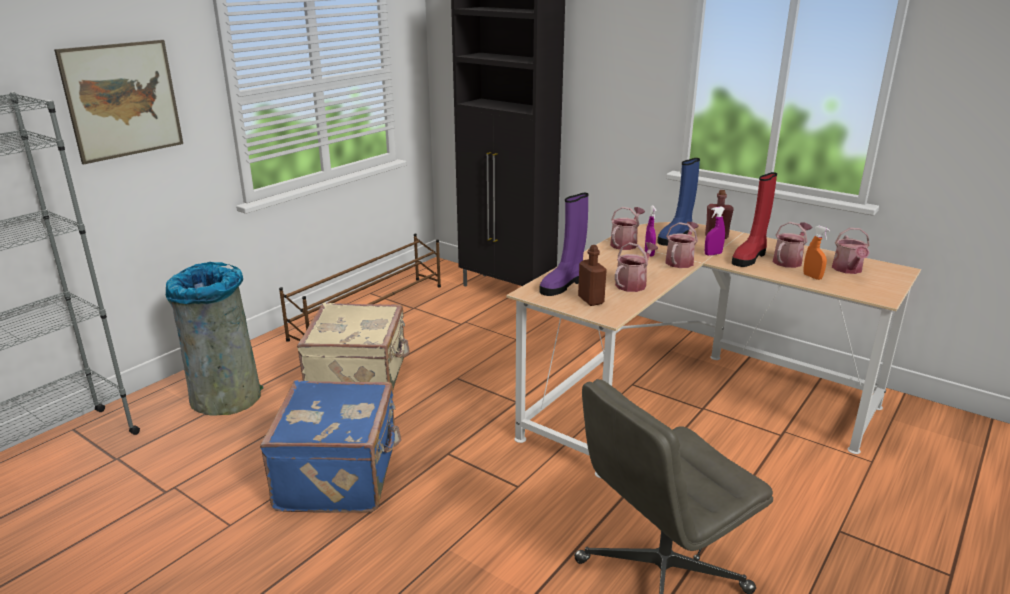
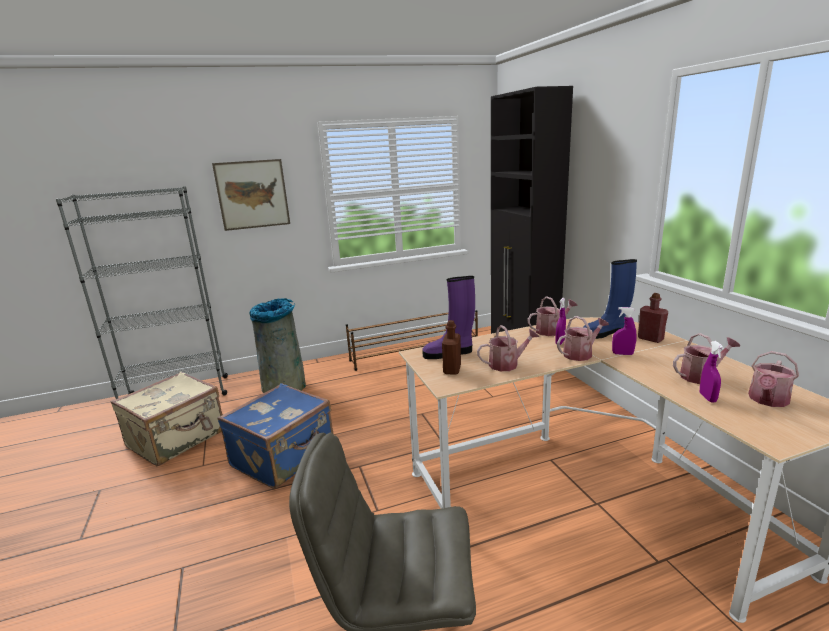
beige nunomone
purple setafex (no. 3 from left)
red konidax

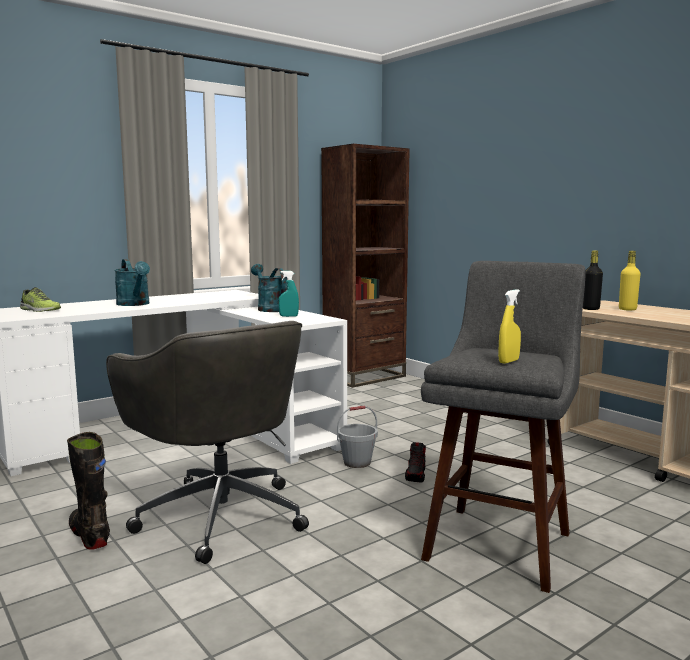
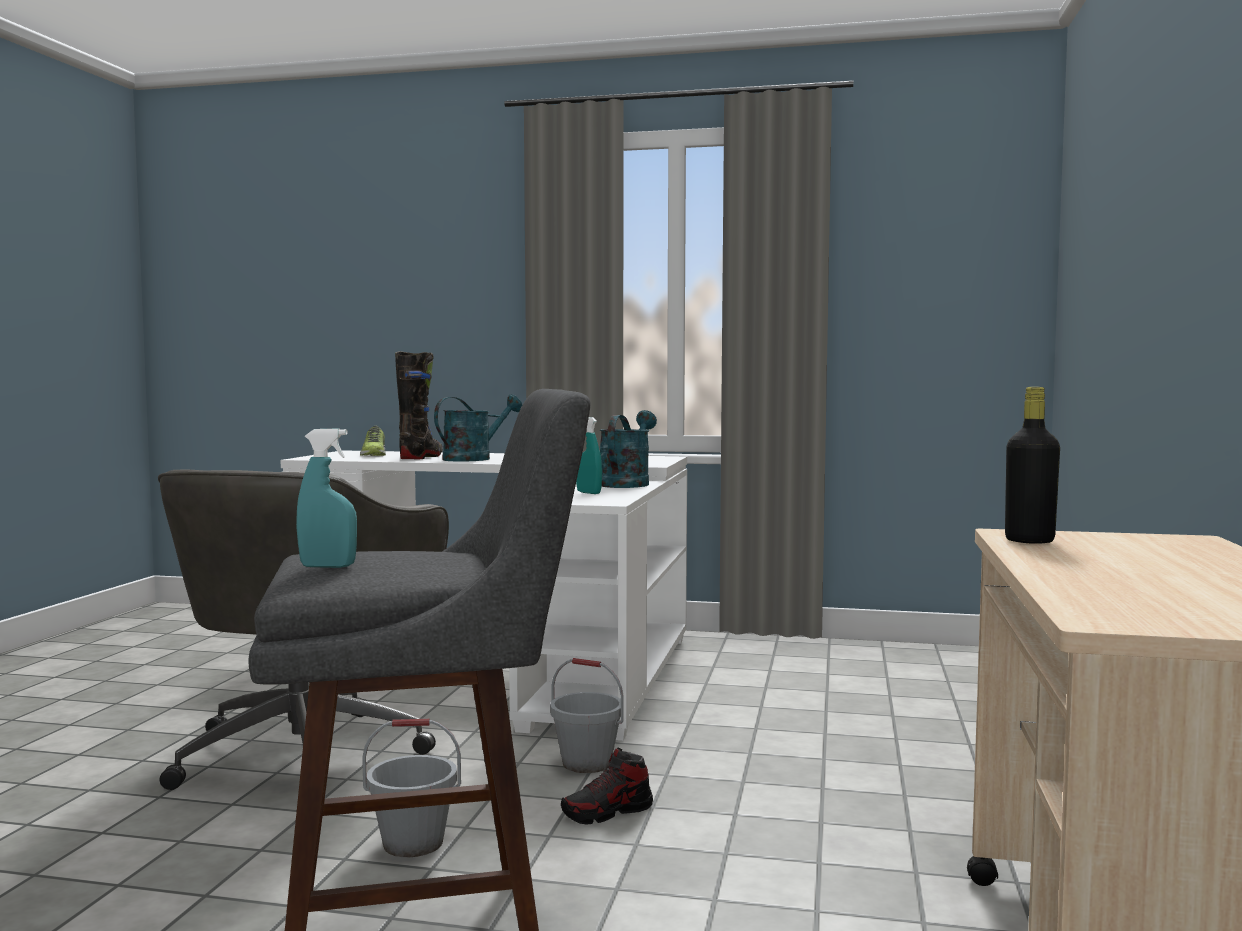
turquoise setafex (no. 1 from left)
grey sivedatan (no. 1 from left)
black konidax
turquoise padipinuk (no. 1 from left)
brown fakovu
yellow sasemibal

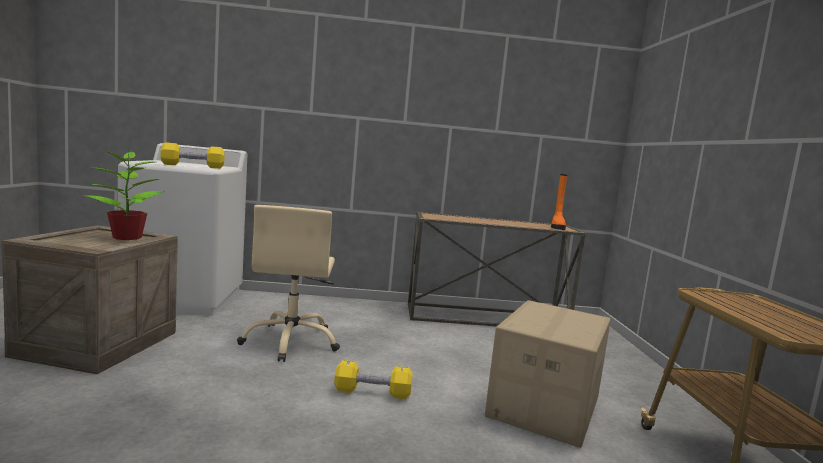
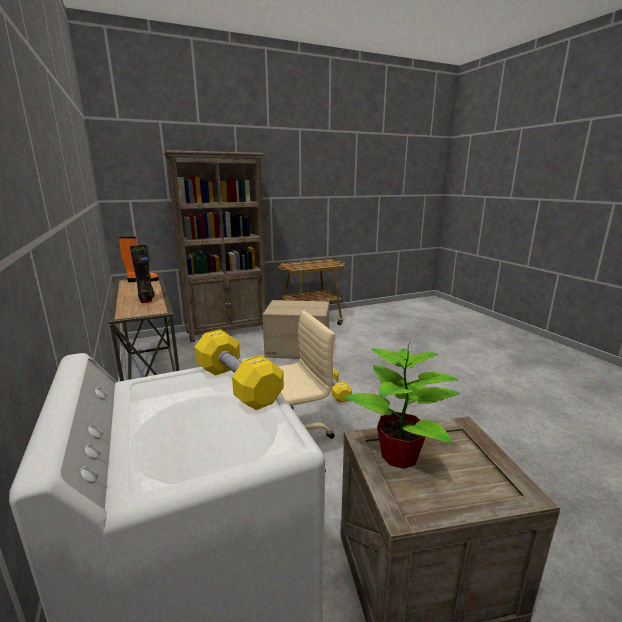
black konidax
brown fakovu

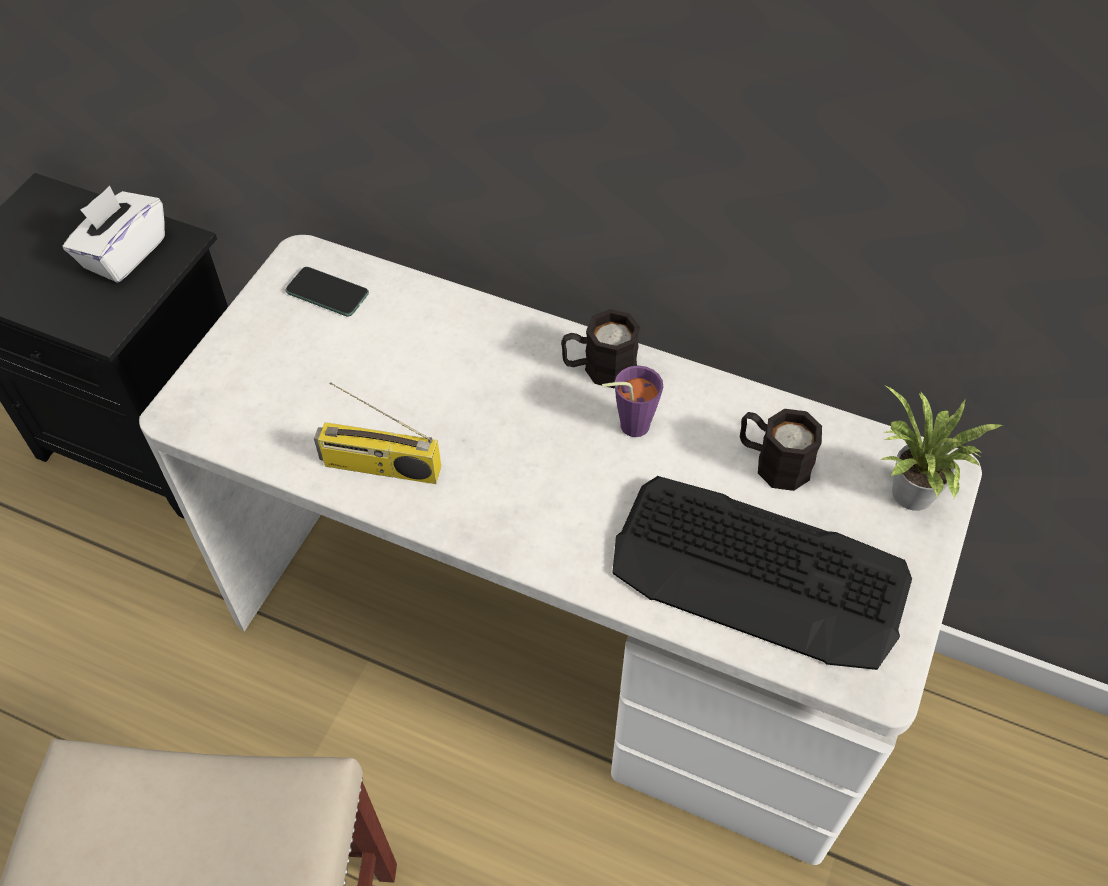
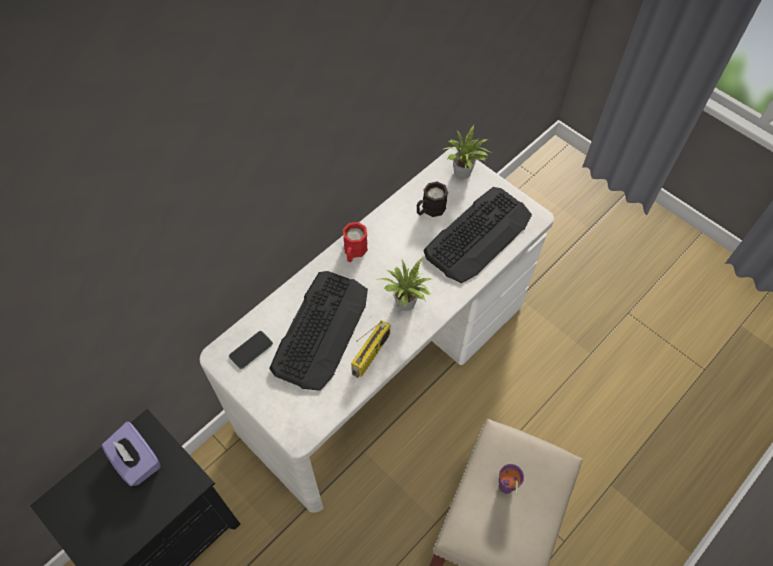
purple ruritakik
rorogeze (no. 1 from left)
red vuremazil
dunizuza (no. 1 from left)
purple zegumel

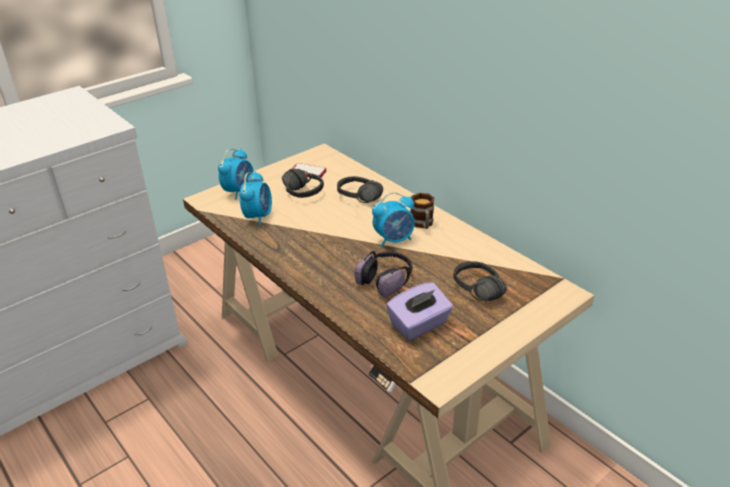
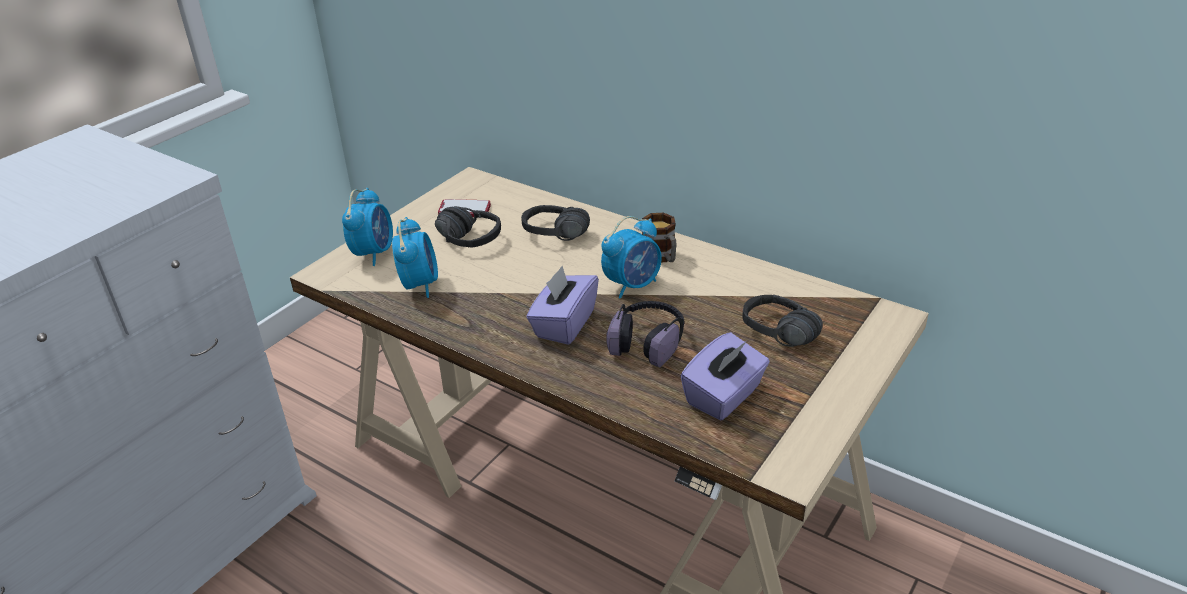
purple ruritakik (no. 1 from left)

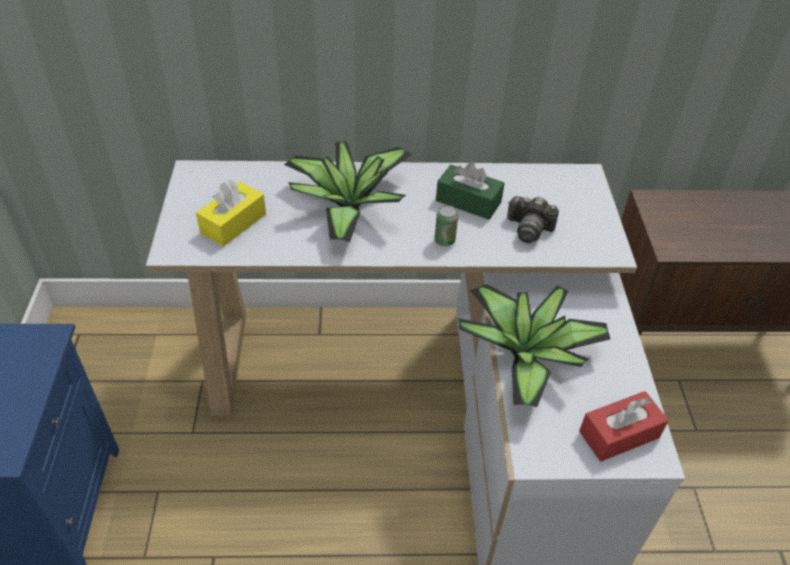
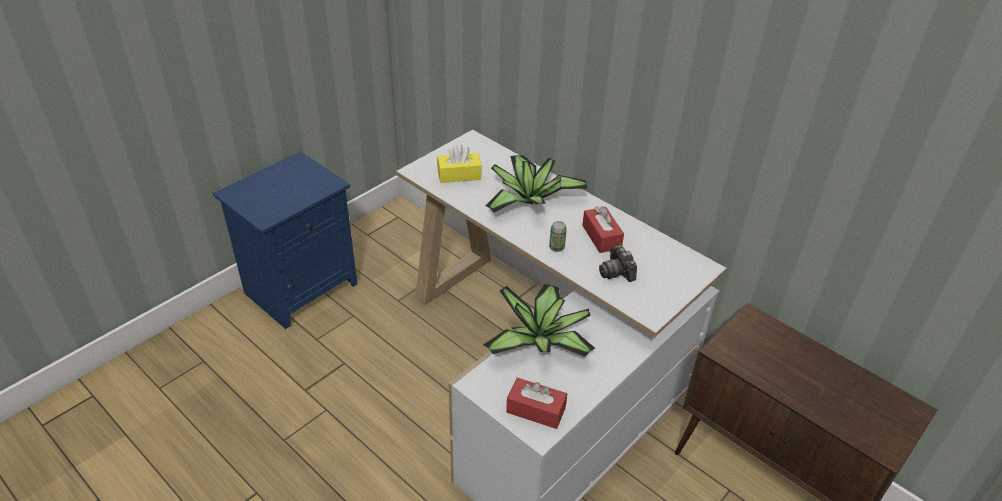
red ruritakik (no. 2 from left)

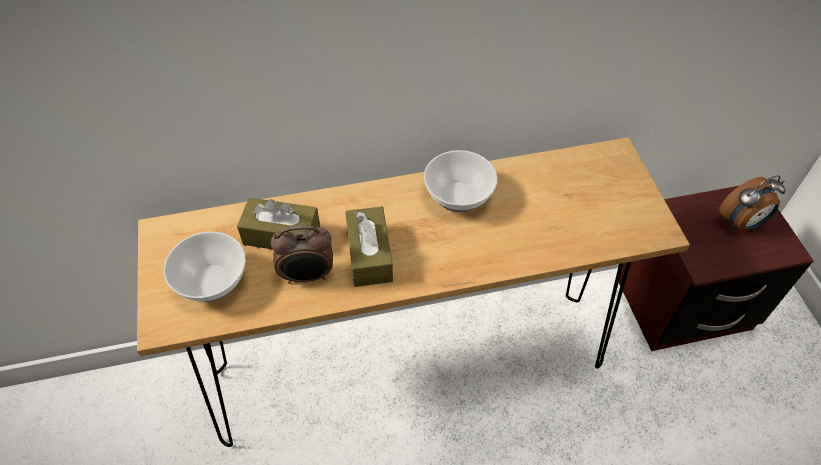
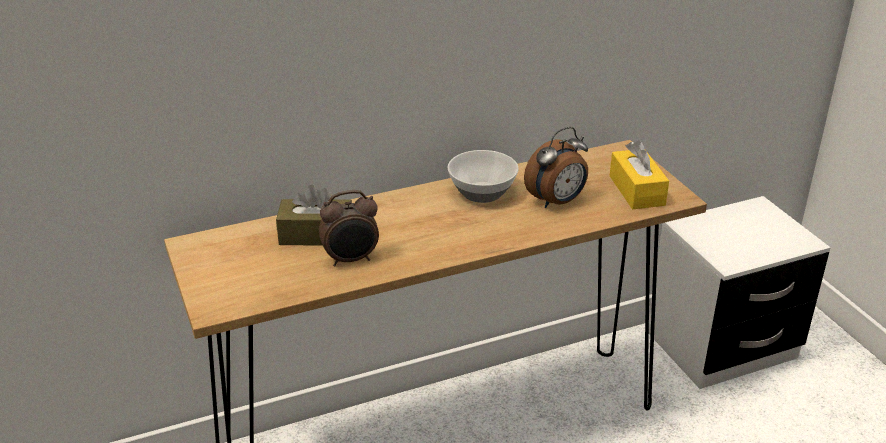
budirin (no. 2 from left)
yellow ruritakik
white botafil
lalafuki (no. 1 from left in the first image)
brown ruritakik (no. 2 from left in the first image)

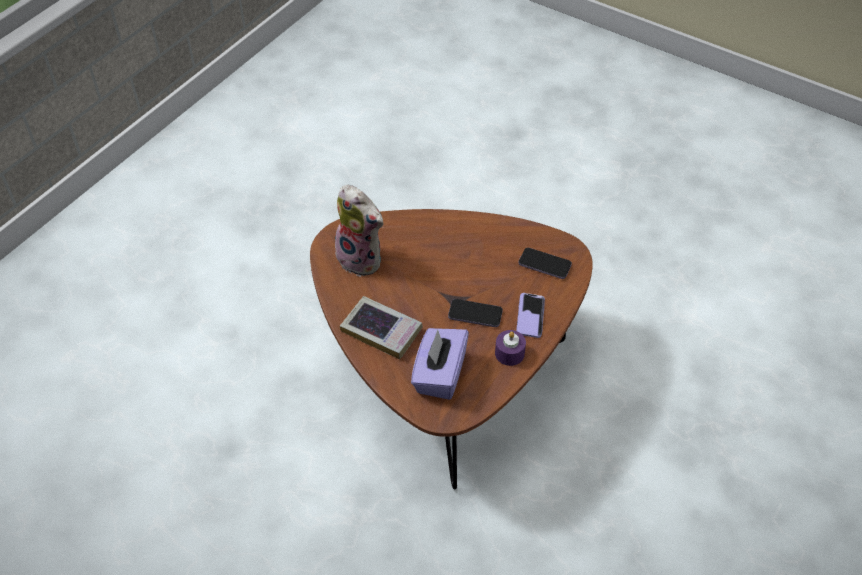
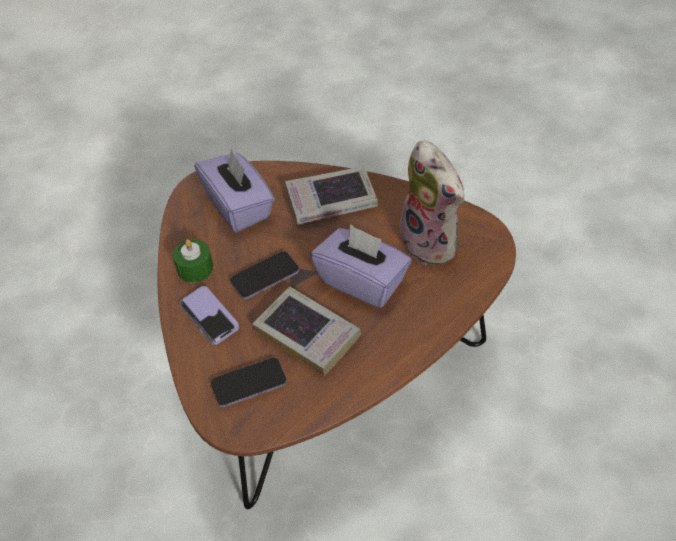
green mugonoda
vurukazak (no. 1 from left)
purple ruritakik (no. 2 from left)
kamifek

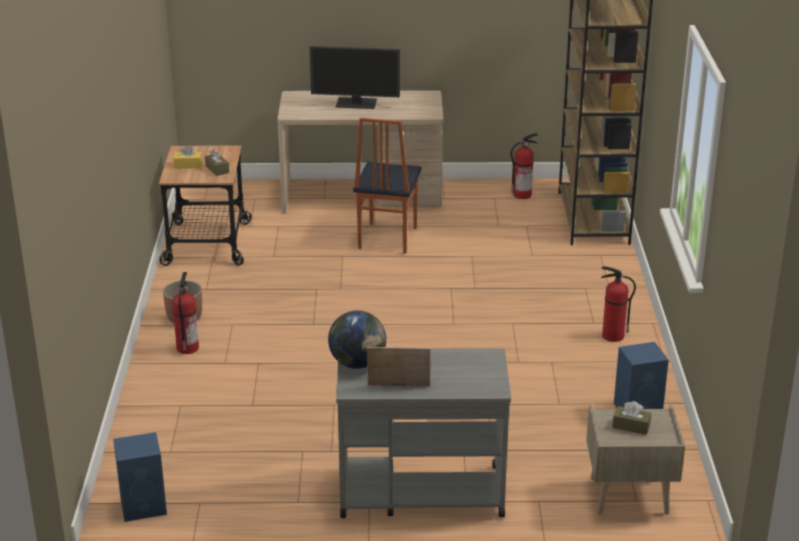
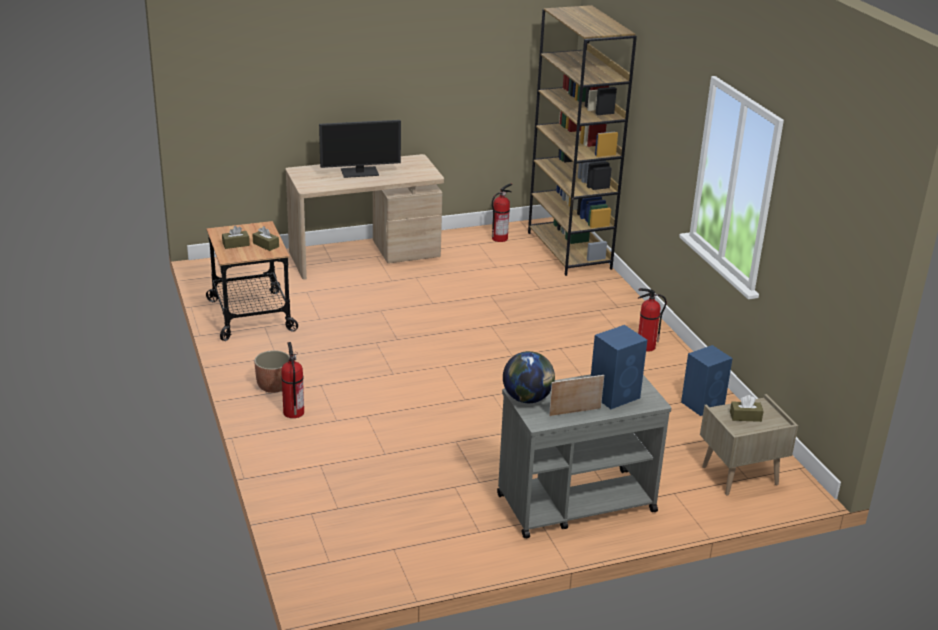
brown ruritakik (no. 1 from left)
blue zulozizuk (no. 1 from left)
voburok

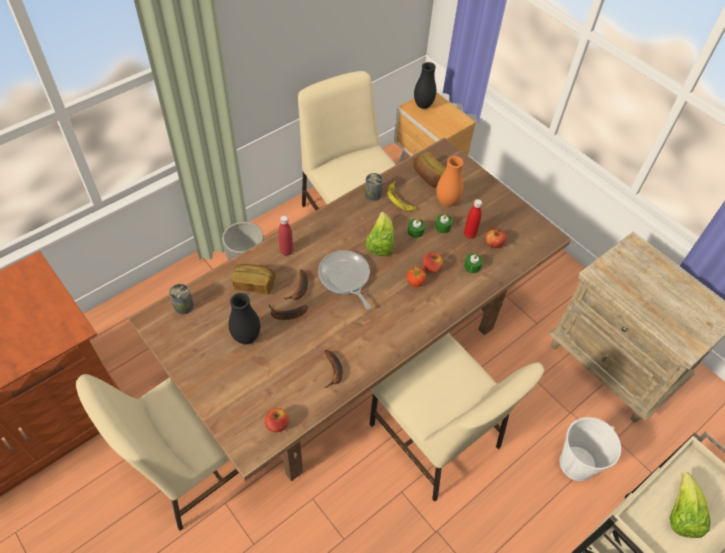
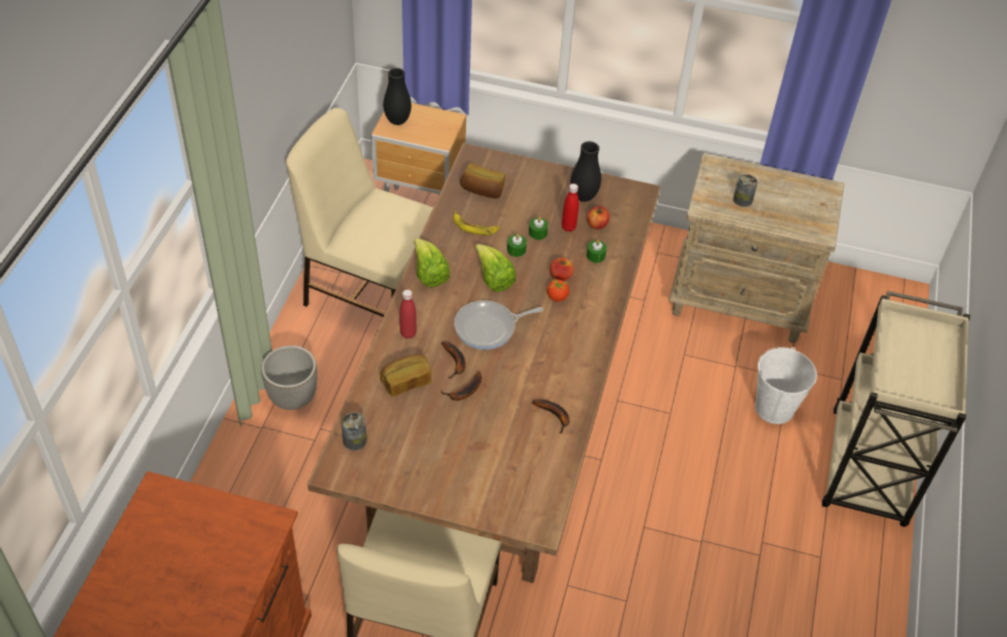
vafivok (no. 1 from left)
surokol
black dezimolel (no. 2 from left)
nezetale (no. 2 from left)
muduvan (no. 1 from left in the first image)
beige voburok (no. 3 from left in the first image)
orange dezimolel

